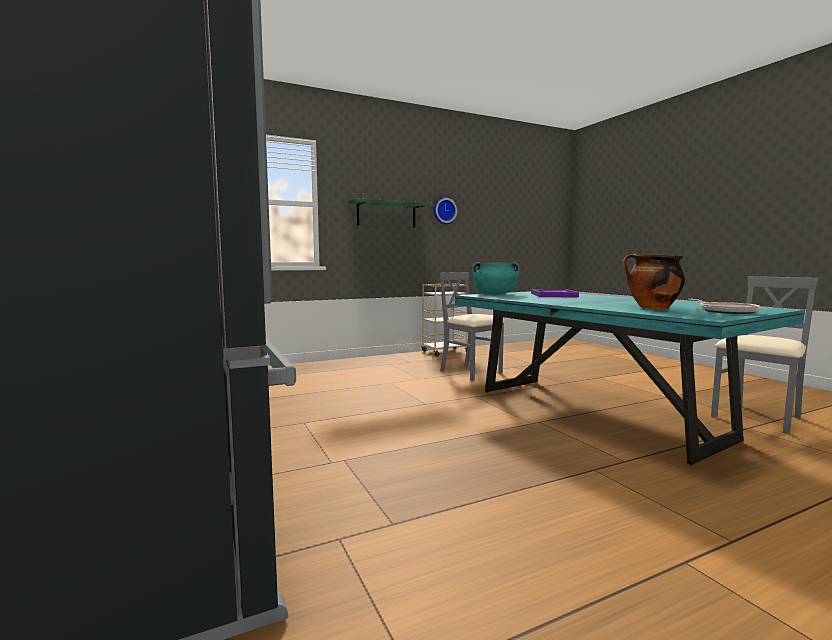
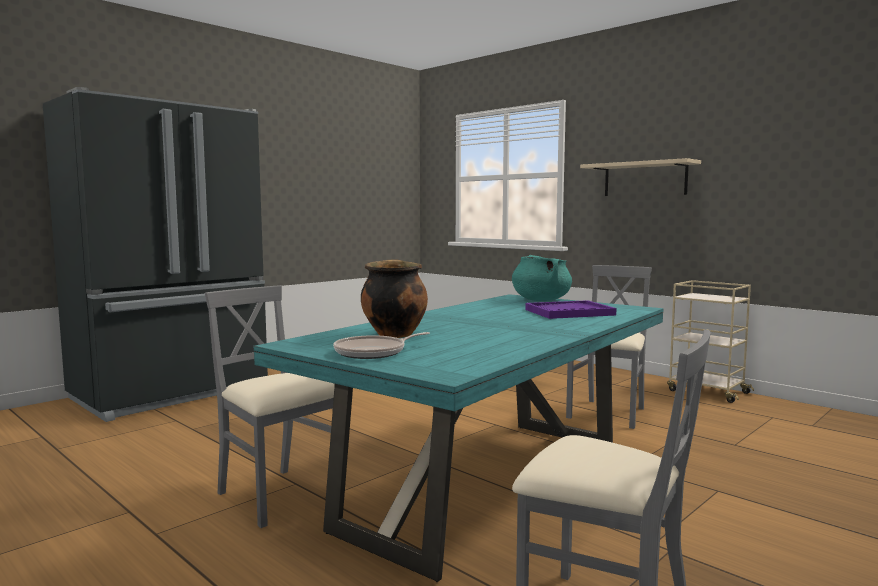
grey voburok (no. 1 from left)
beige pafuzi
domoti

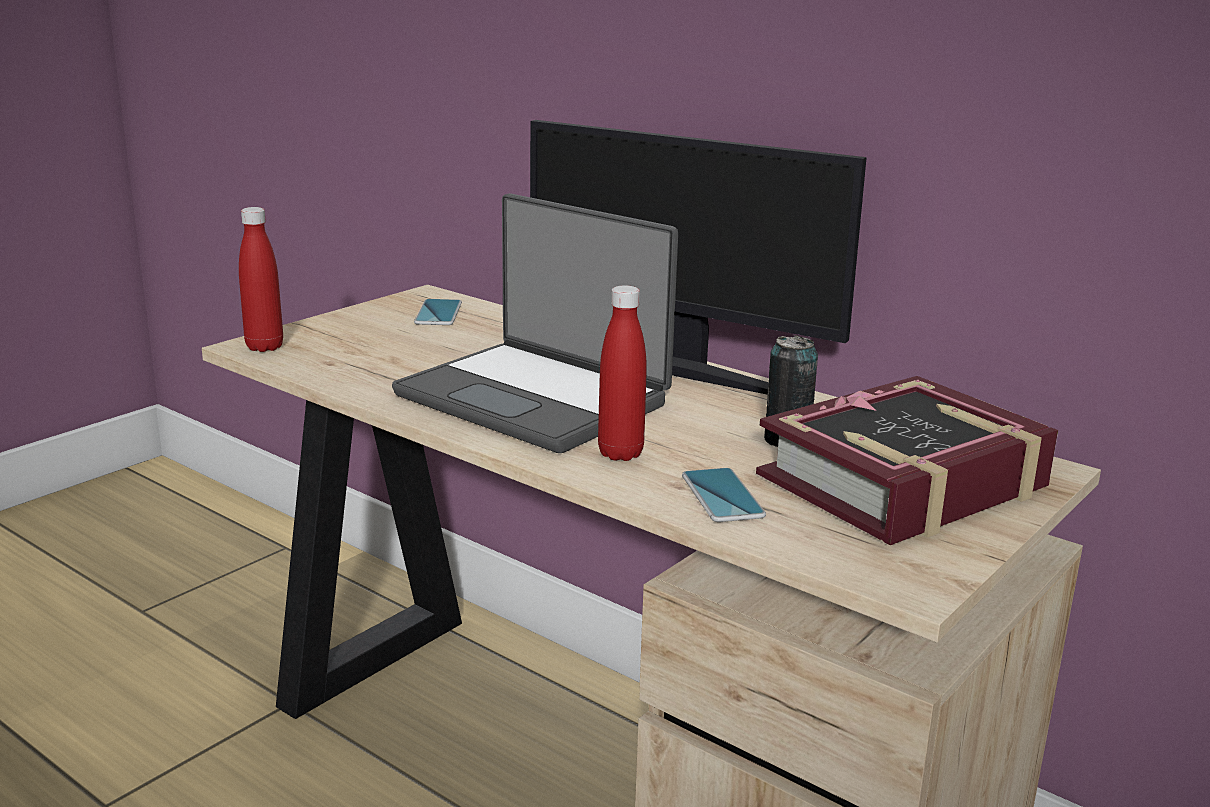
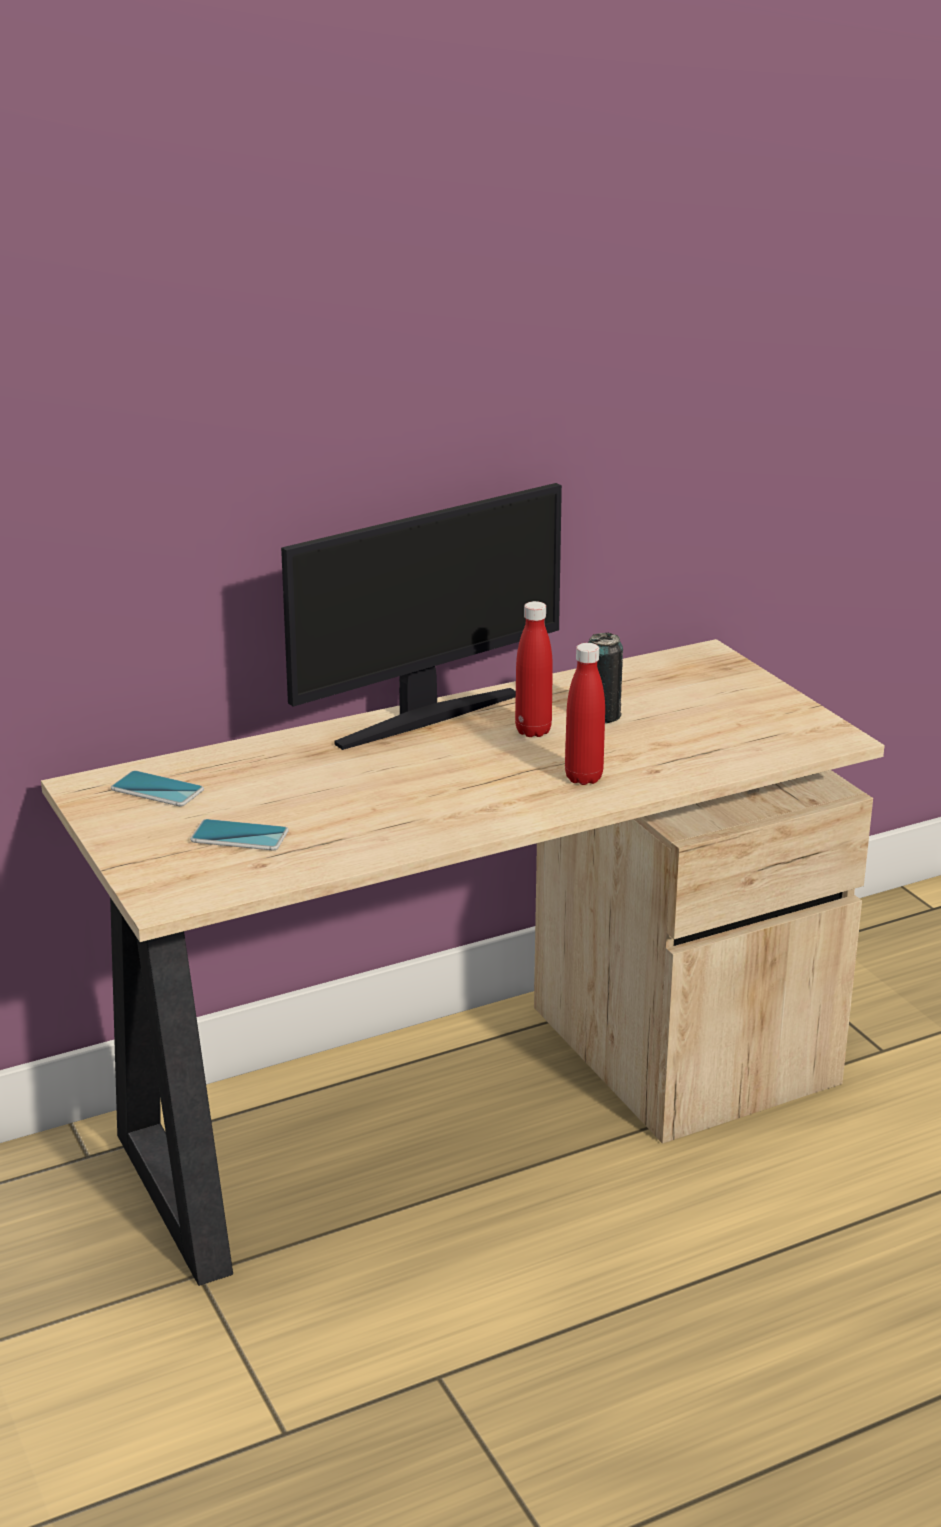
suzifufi (no. 2 from left)
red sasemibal (no. 1 from left)
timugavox
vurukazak

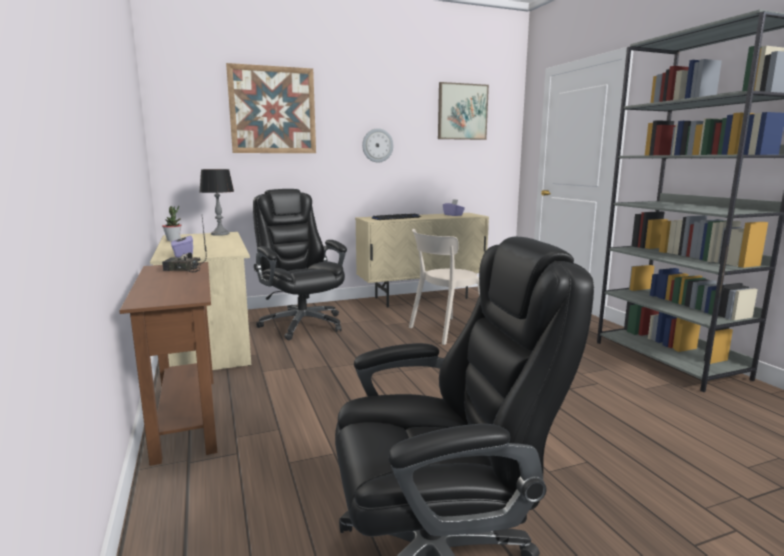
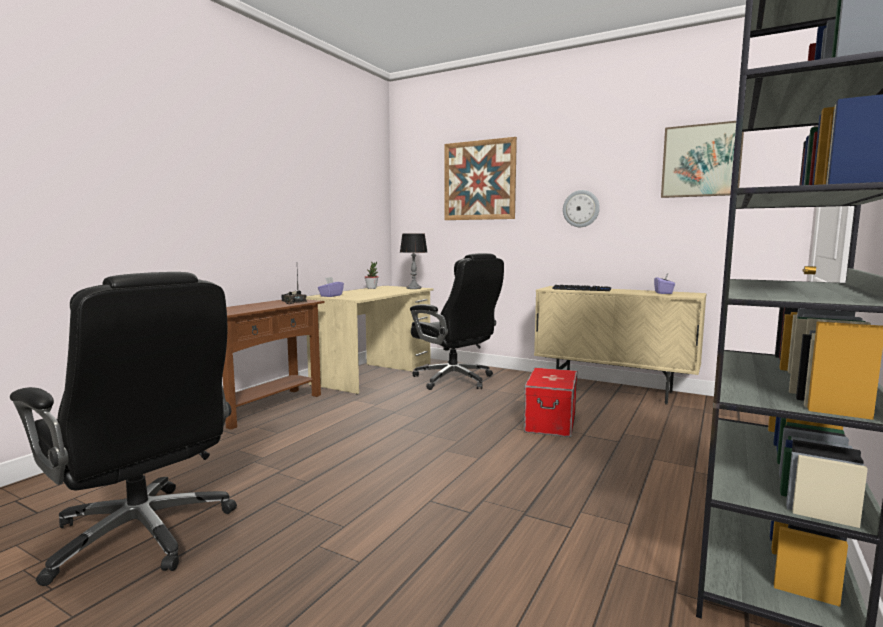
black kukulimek (no. 2 from left)
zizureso

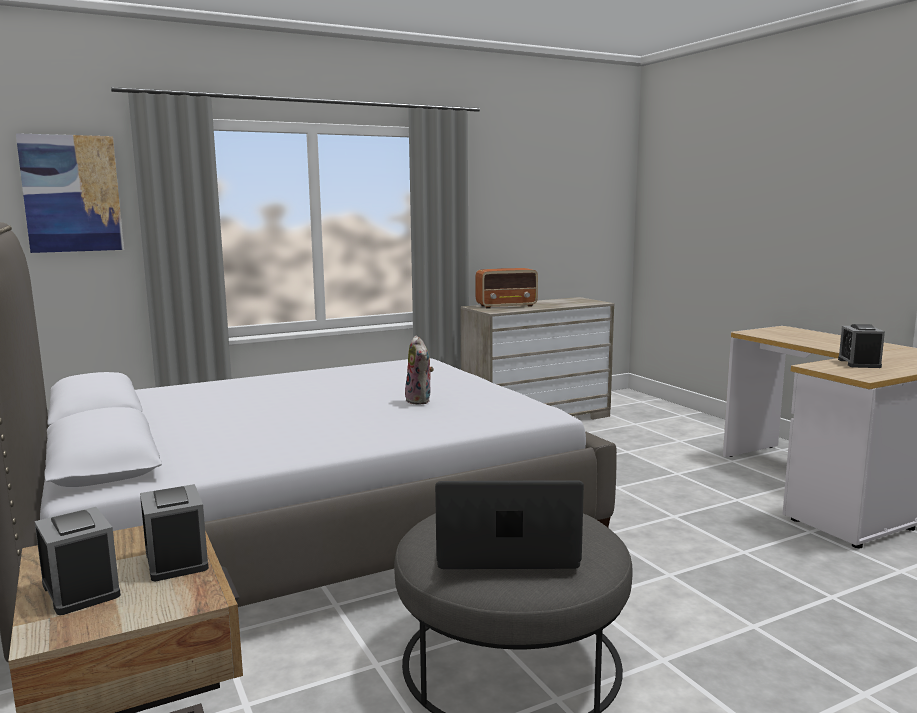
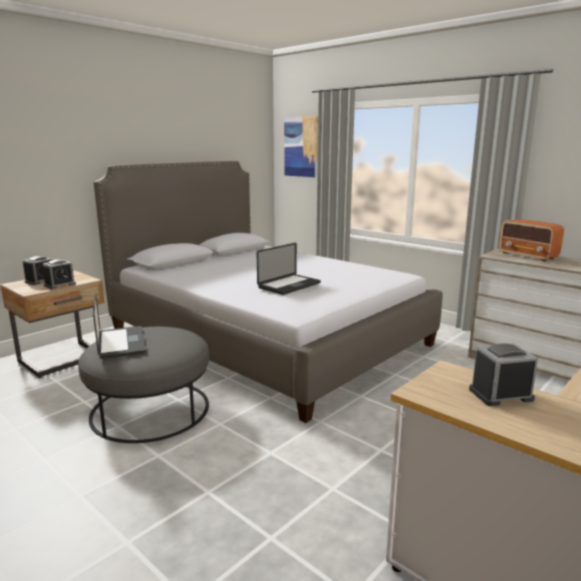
timugavox (no. 2 from left)

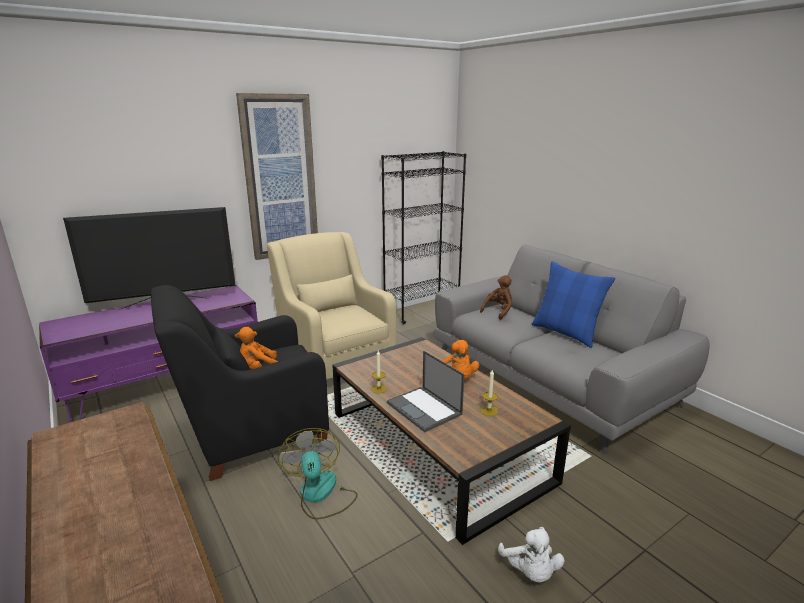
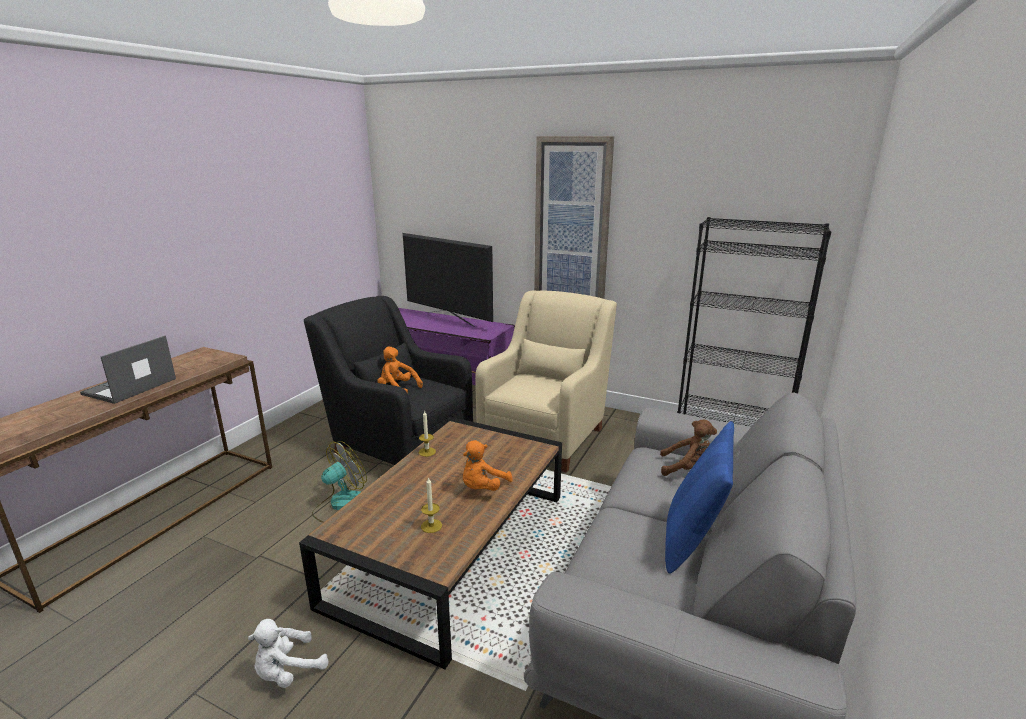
timugavox

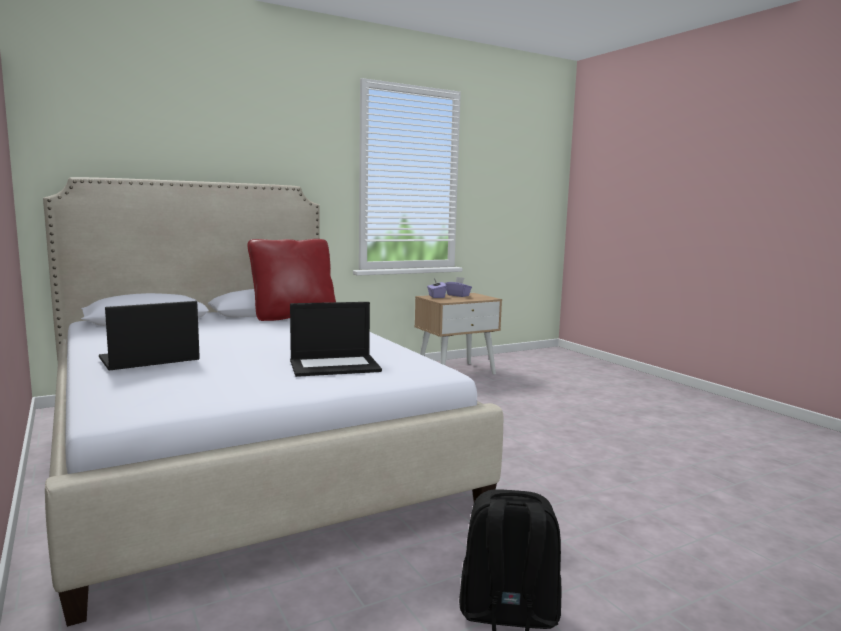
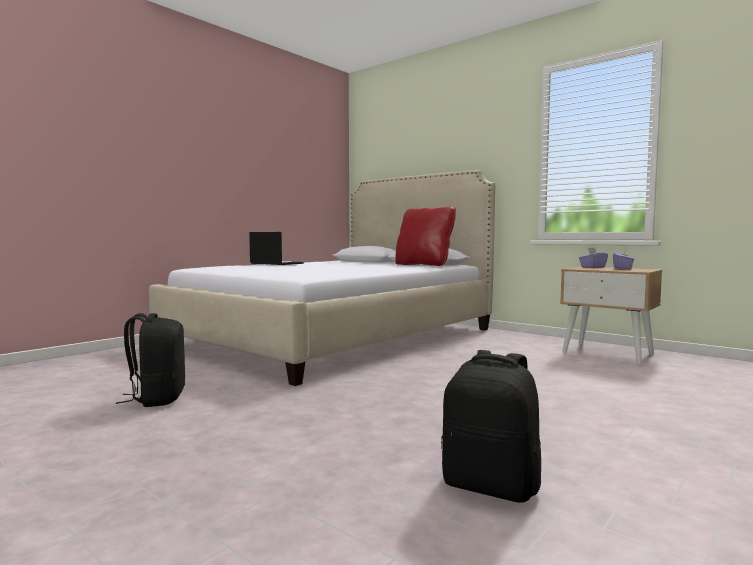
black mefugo (no. 2 from left)
timugavox (no. 2 from left in the first image)

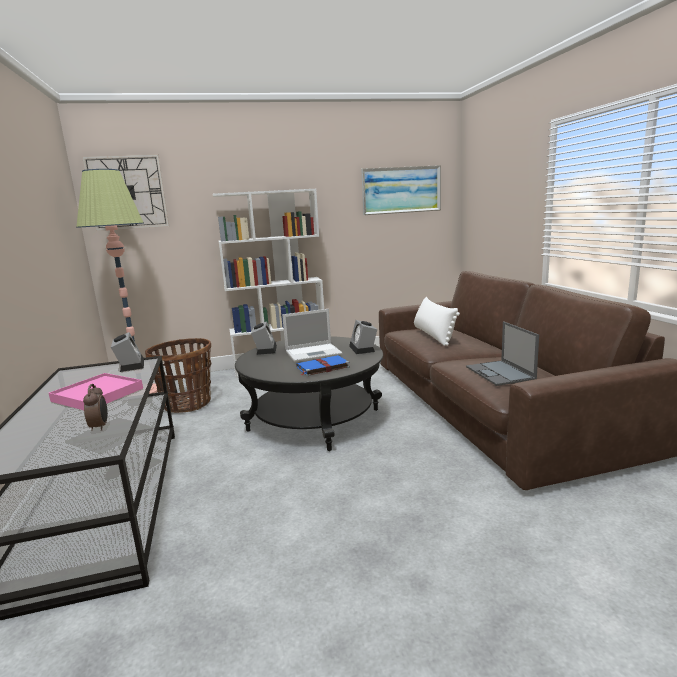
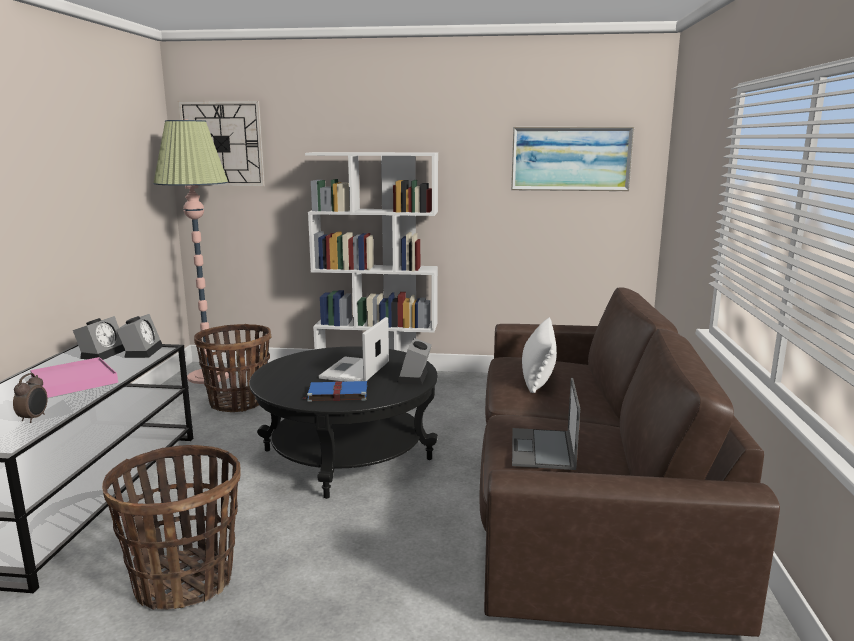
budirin (no. 2 from left)
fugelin (no. 1 from left)
timugavox (no. 1 from left)

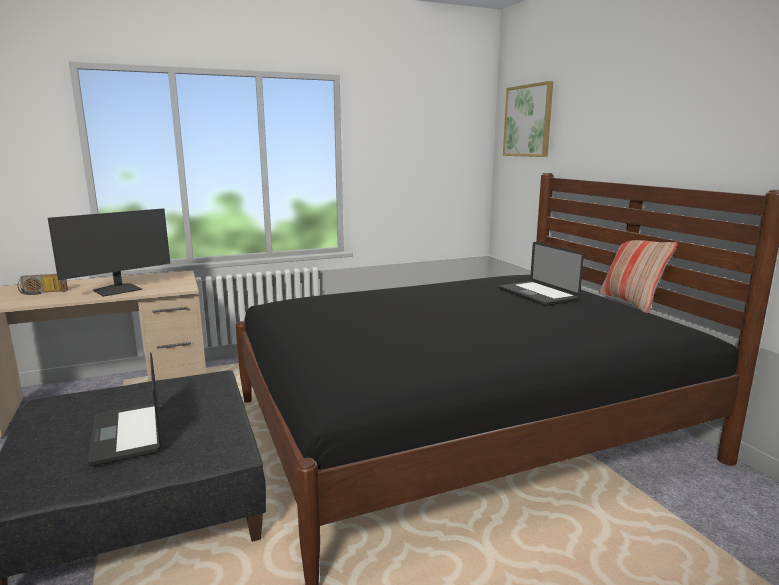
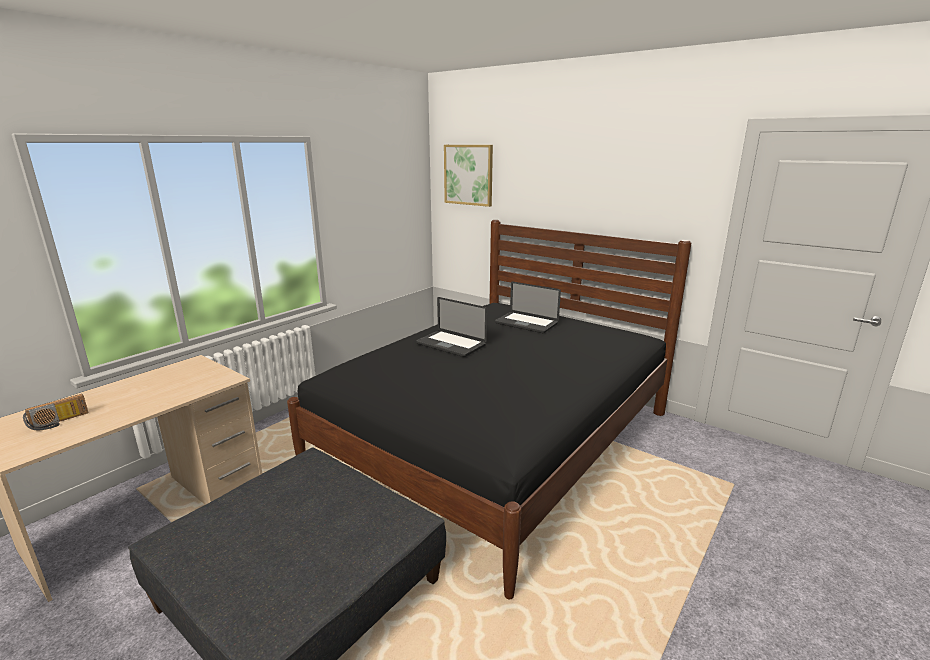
timugavox (no. 1 from left)
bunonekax
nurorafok

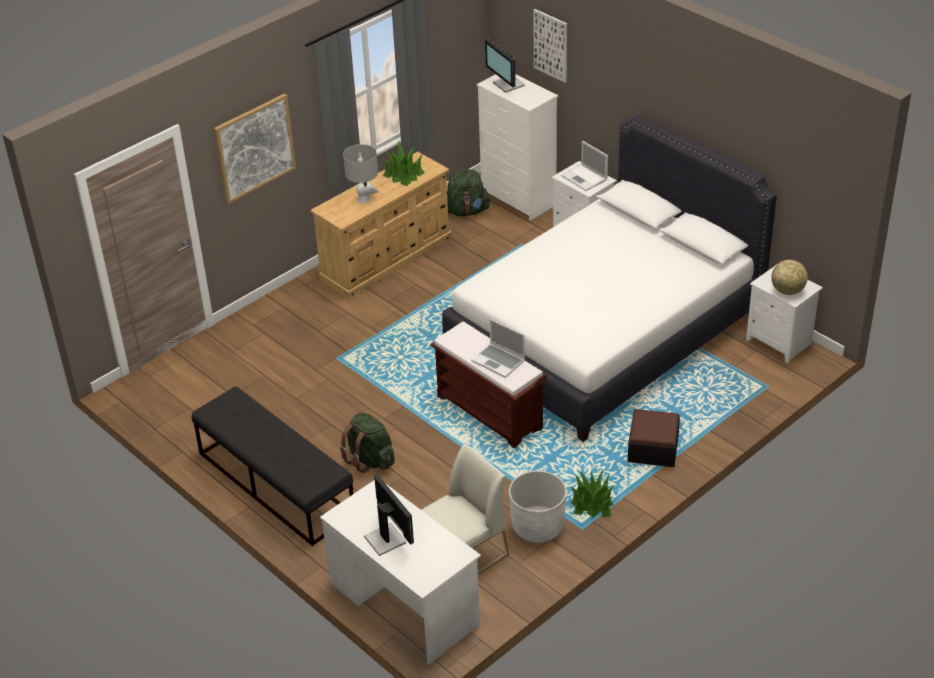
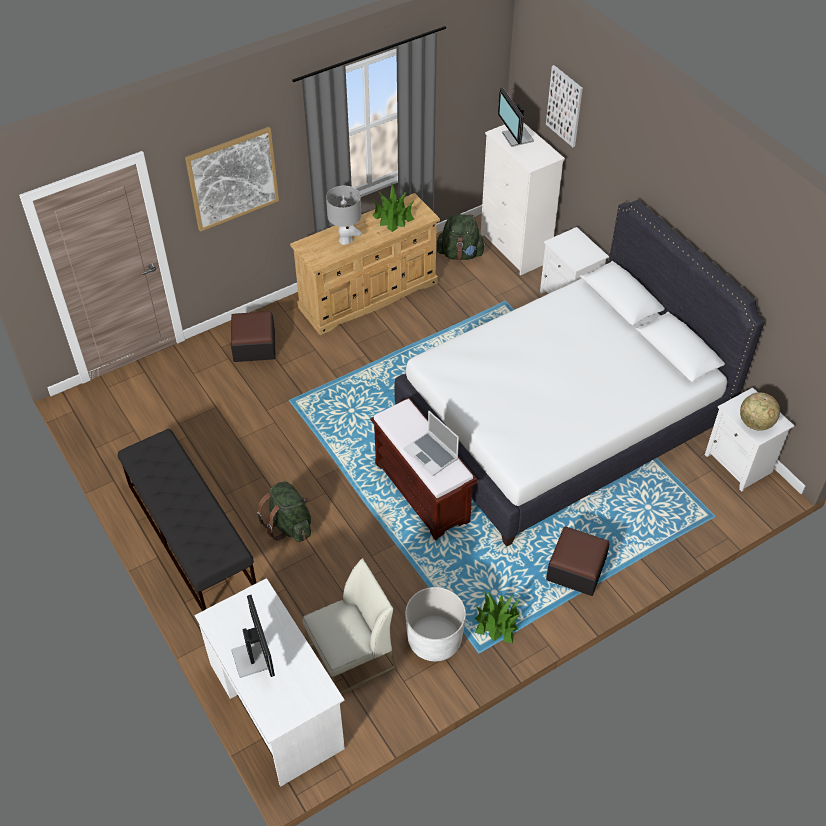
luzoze (no. 1 from left)
timugavox (no. 2 from left in the first image)

